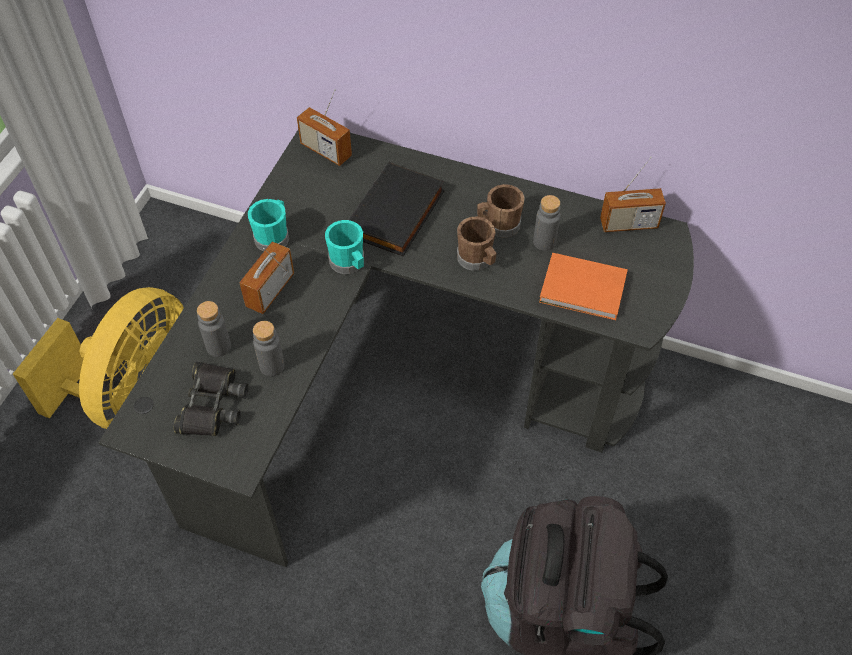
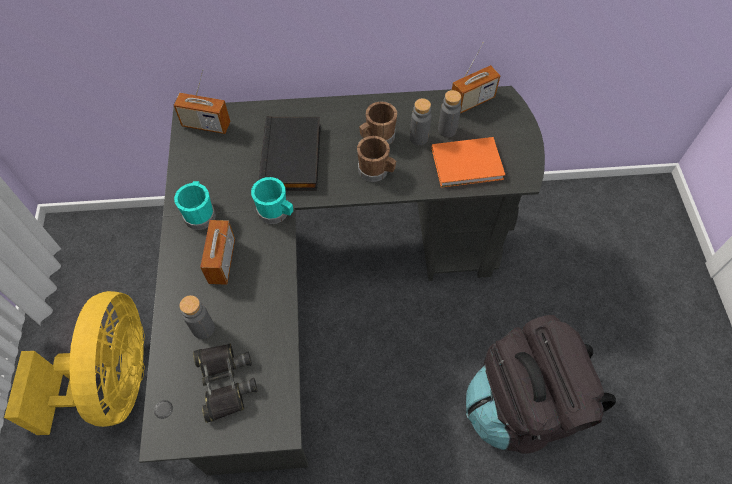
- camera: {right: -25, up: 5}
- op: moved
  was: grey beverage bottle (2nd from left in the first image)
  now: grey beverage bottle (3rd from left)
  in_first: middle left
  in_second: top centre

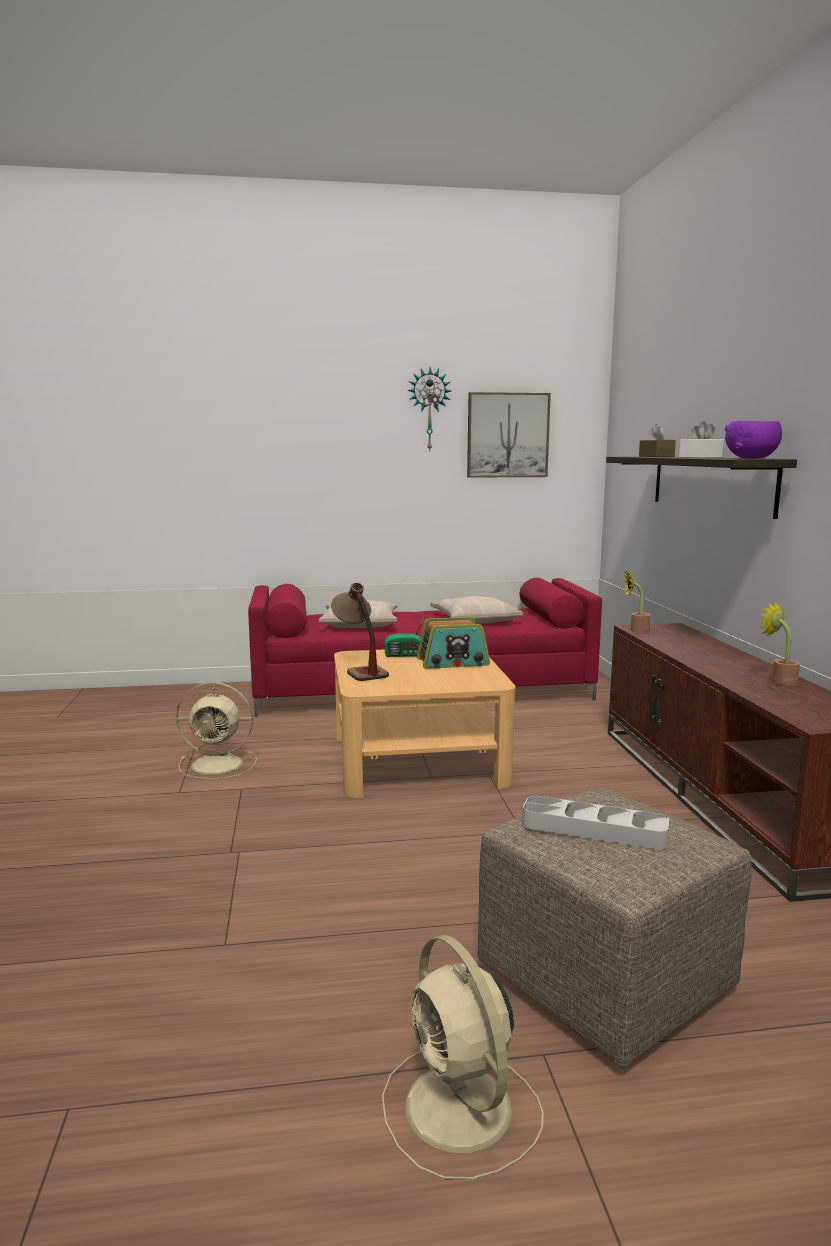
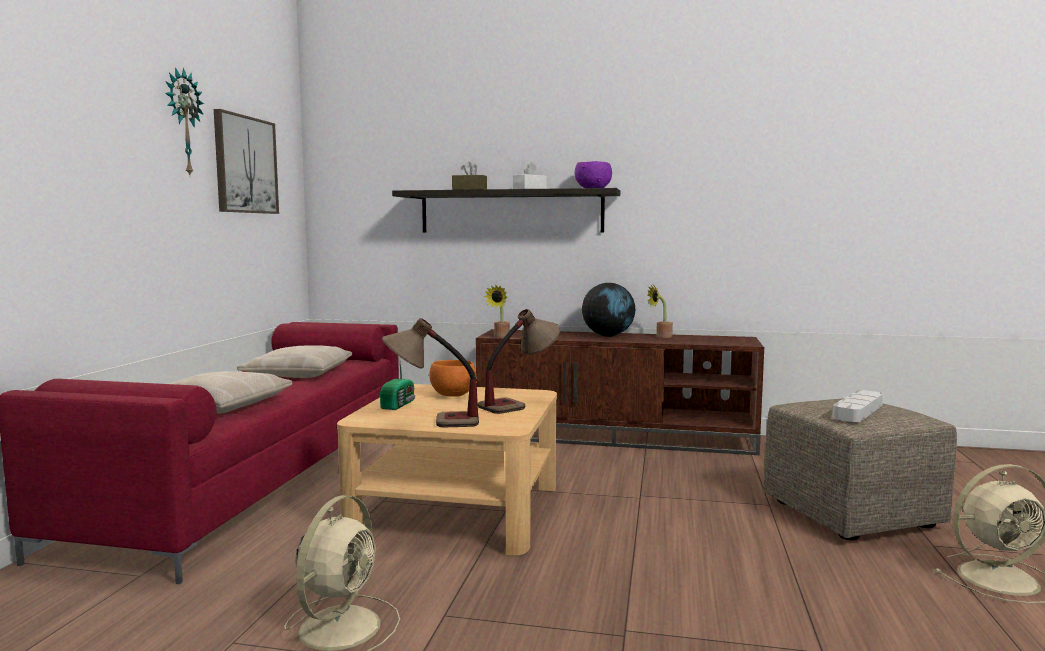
- camera: {right: -70, up: -5}
- op: added
  now: table lamp (2nd from left)
  in_second: centre
- op: added
  now: world globe
  in_second: centre
- op: replaced
  was: radio (2nd from left)
  now: orangey serving bowl
  in_first: centre
  in_second: centre

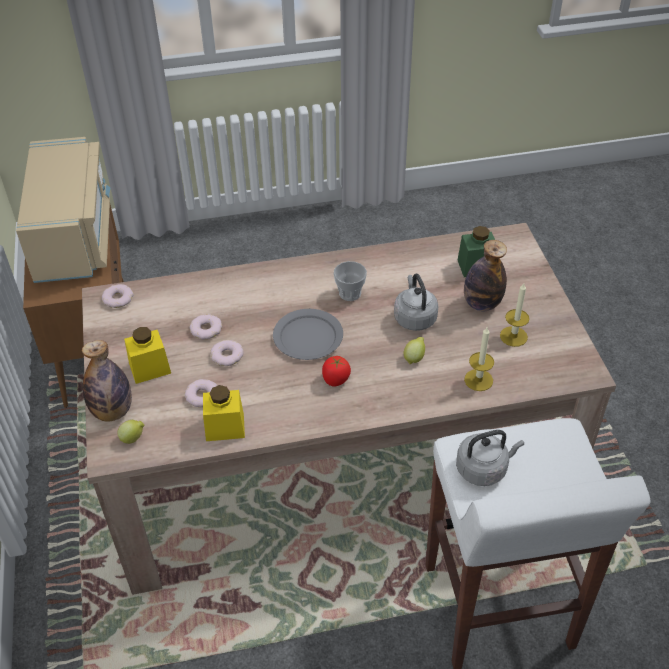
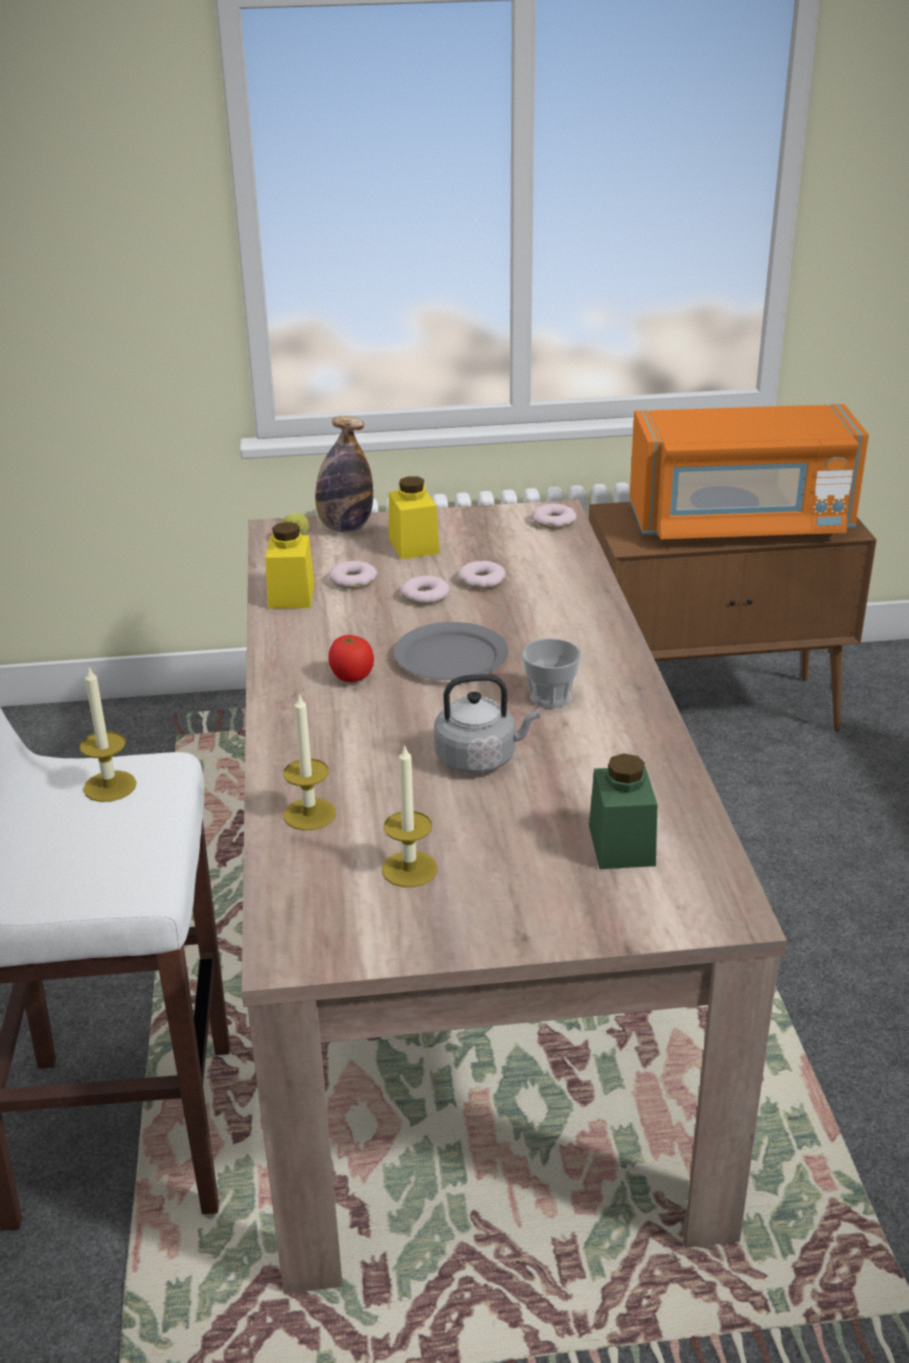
- camera: {right: 95, up: -15}
- op: removed
  was: citrus fruit (2nd from left)
  in_first: centre
- op: removed
  was: beverage bottle (2nd from left)
  in_first: middle right
- op: replaced
  was: grey water kettle (2nd from left)
  now: wax candle (1st from left)
  in_first: bottom right
  in_second: middle left
- op: recoloured
  was: sand-coloured kitchen microwave
  now: orangey kitchen microwave
  in_first: top left
  in_second: middle right

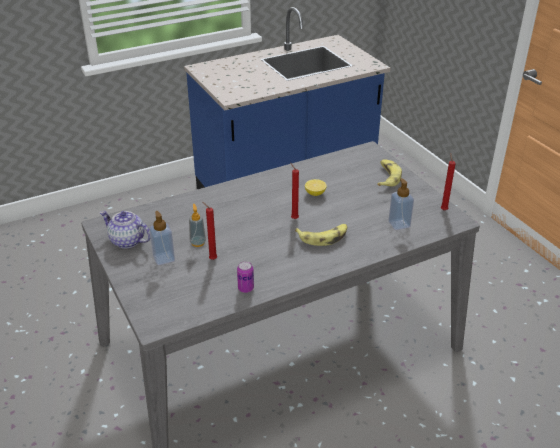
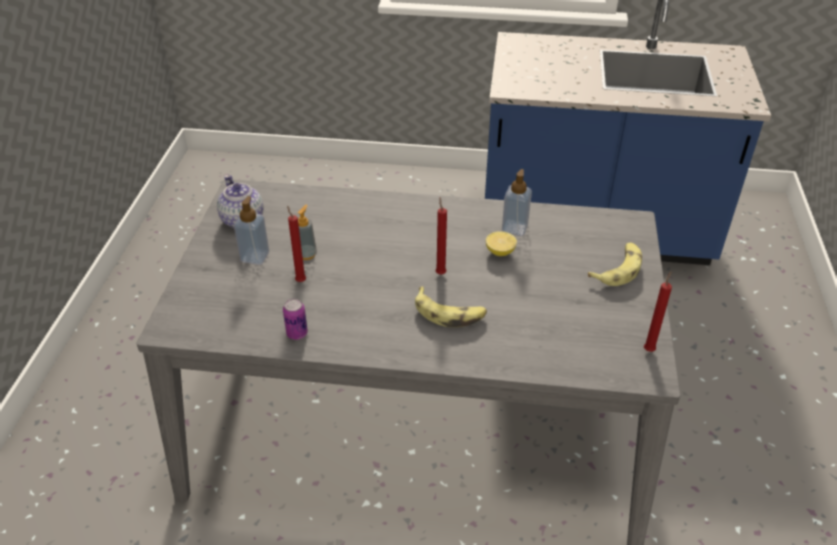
- camera: {right: 35, up: 5}
- op: moved
  was: soap bottle (3rd from left)
  in_first: middle right
  in_second: centre

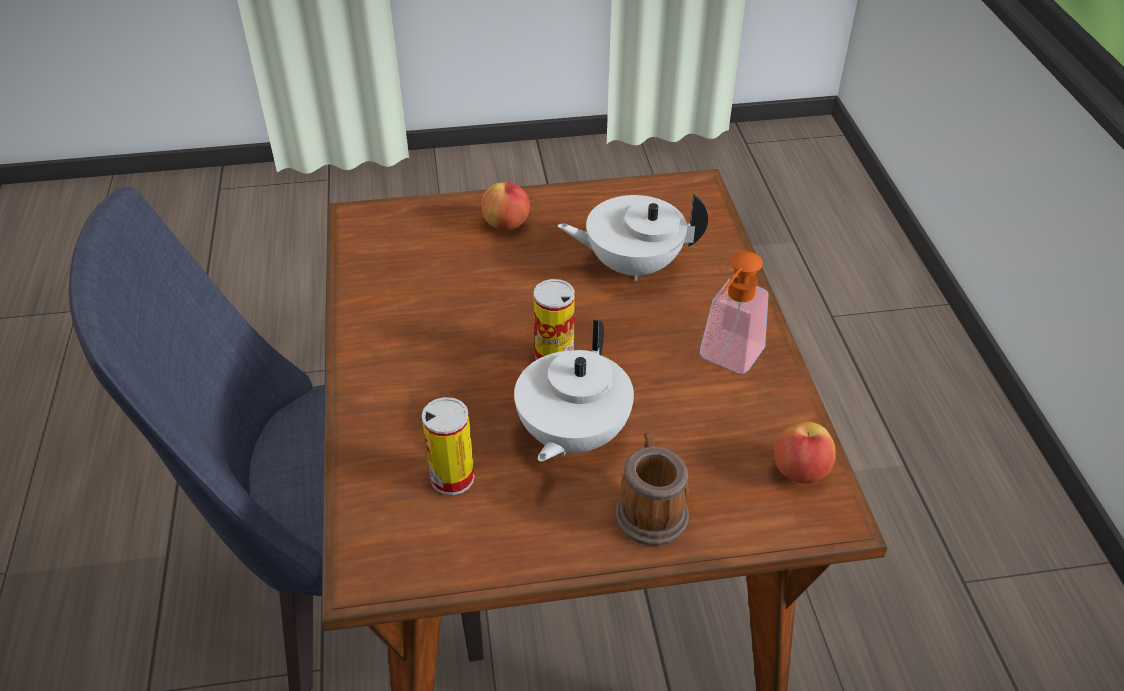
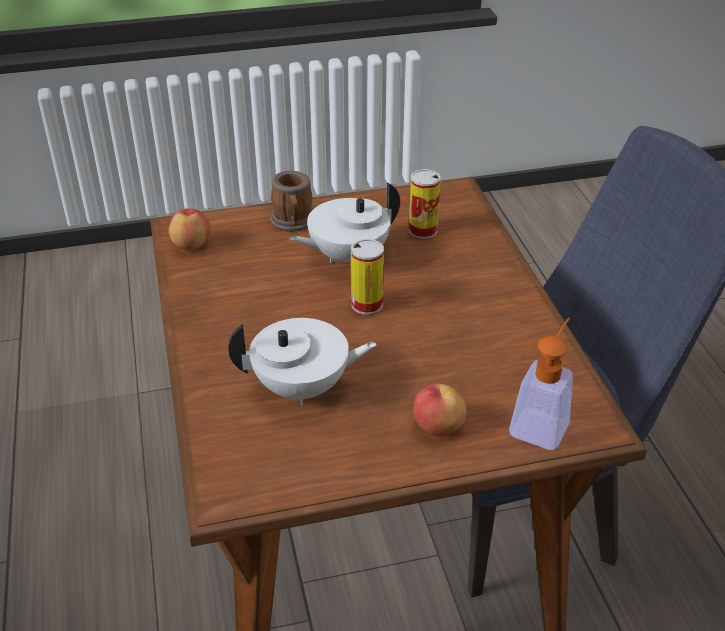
- camera: {right: 175, up: -5}
- op: moved
  was: soap bottle
  in_first: centre
  in_second: middle right
- op: turned
  was: whitish teapot (1st from left in the first image)
  in_first: centre
  in_second: centre
  clockwise: -135

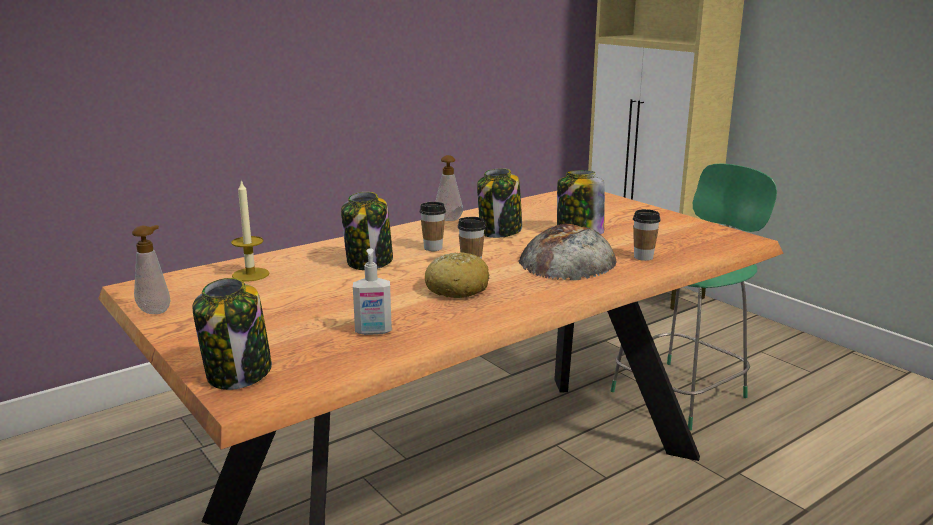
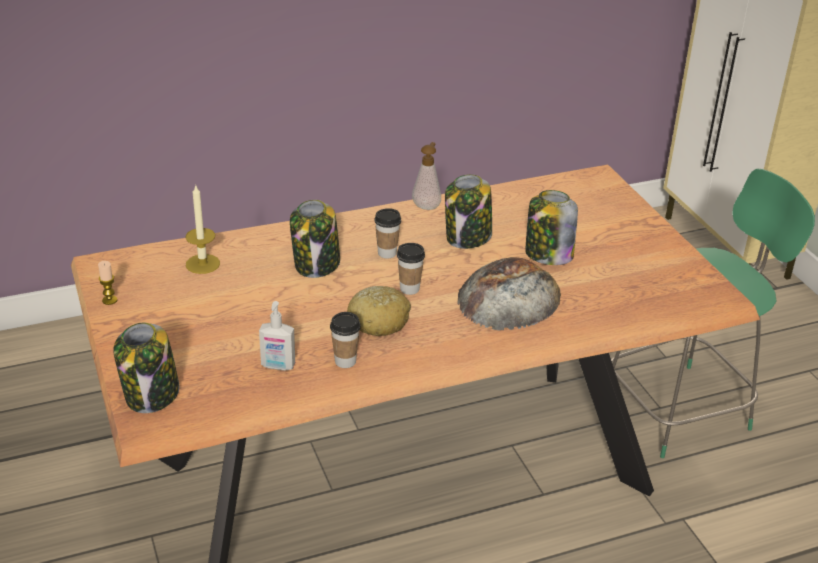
- camera: {right: 15, up: 15}
- op: moved
  was: small cup (3rd from left in the first image)
  now: small cup (1st from left)
  in_first: middle right
  in_second: centre
- op: replaced
  was: soap bottle (1st from left)
  now: wax candle (1st from left)
  in_first: middle left
  in_second: middle left

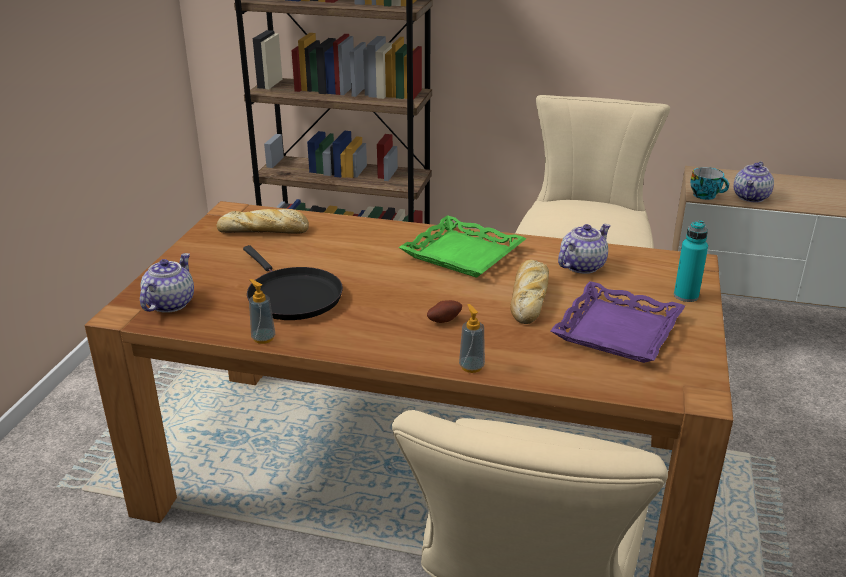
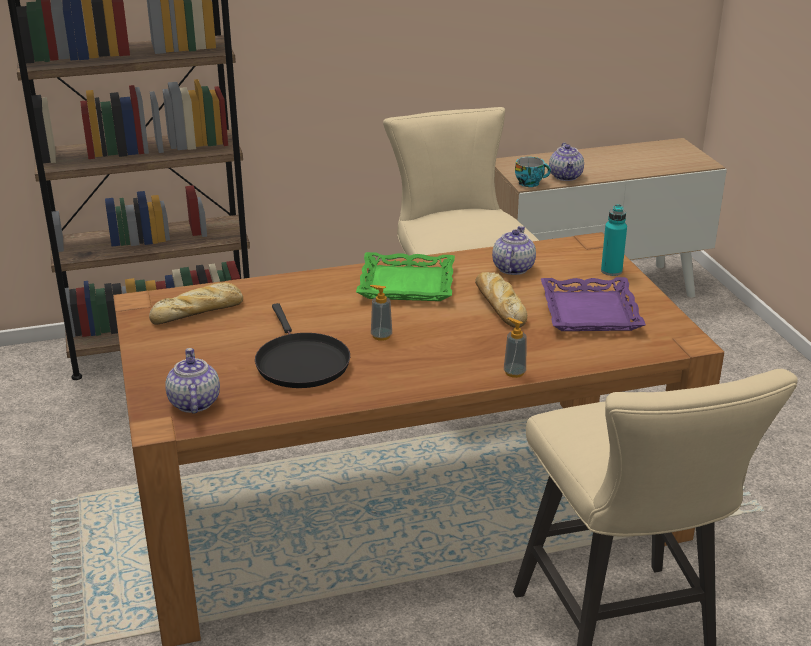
- camera: {right: -30, up: 0}
- op: removed
  was: potato
  in_first: centre
- op: moved
  was: soap bottle (1st from left)
  in_first: middle left
  in_second: centre
- op: turned
  was: blackish frying pan
  in_first: centre
  in_second: centre
  clockwise: 45

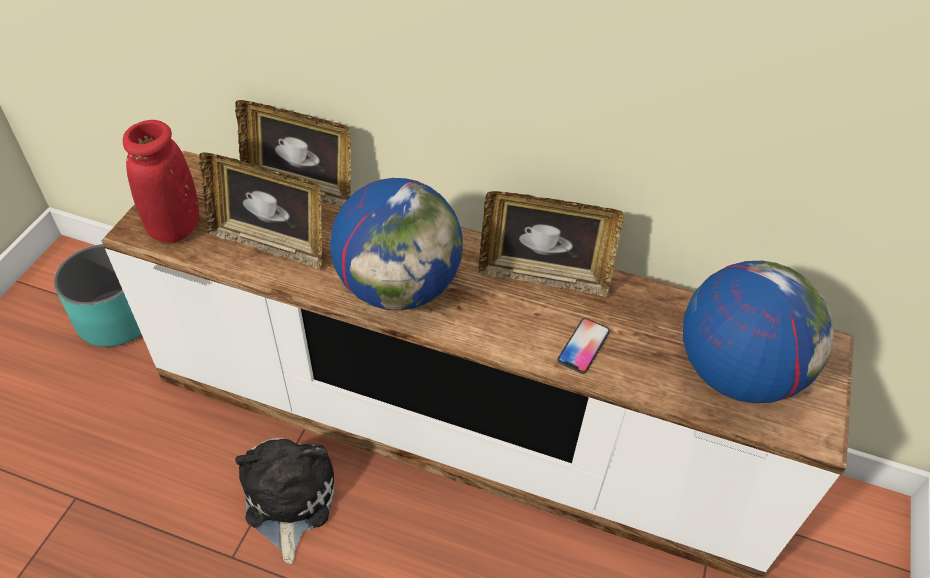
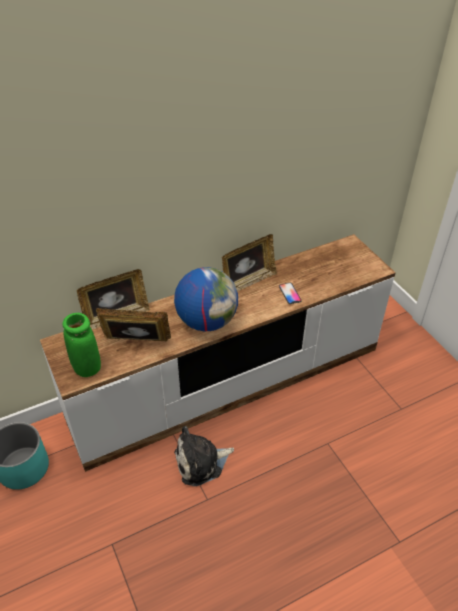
- camera: {right: -45, up: -5}
- op: removed
  was: world globe (2nd from left)
  in_first: middle right
- op: recoloured
  was: red decorative vase
  now: green decorative vase
  in_first: top left
  in_second: middle left
- op: turned
  was: picture frame (1st from left in the first image)
  in_first: middle left
  in_second: middle left
  clockwise: -150
- op: turned
  was: cuddly toy
  in_first: bottom left
  in_second: bottom centre
  clockwise: -60

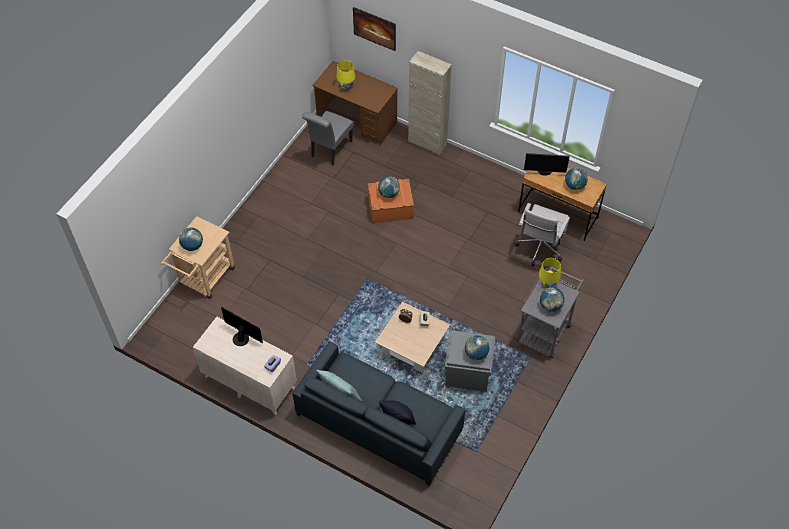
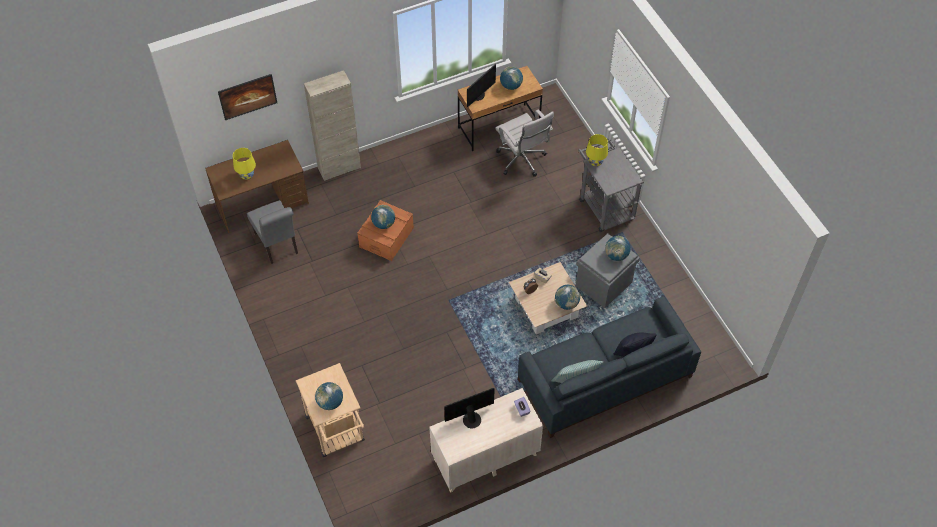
- camera: {right: -55, up: 0}
- op: moved
  was: world globe (4th from left)
  in_first: middle right
  in_second: centre

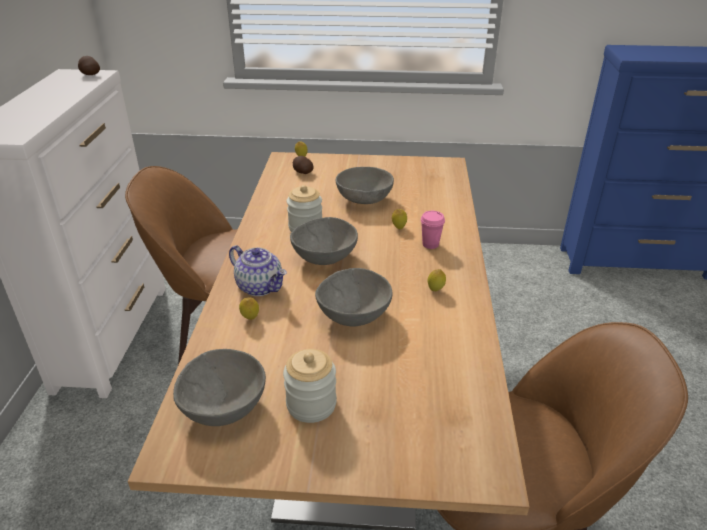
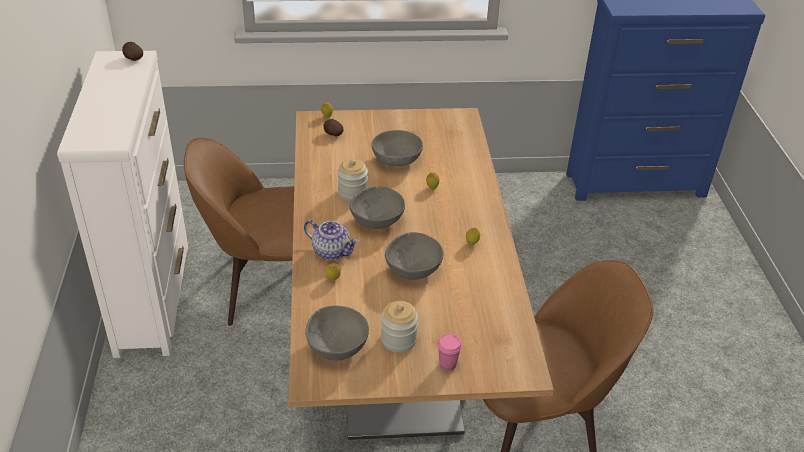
- camera: {right: -10, up: 5}
- op: moved
  was: pinkish small cup
  in_first: centre
  in_second: bottom centre

